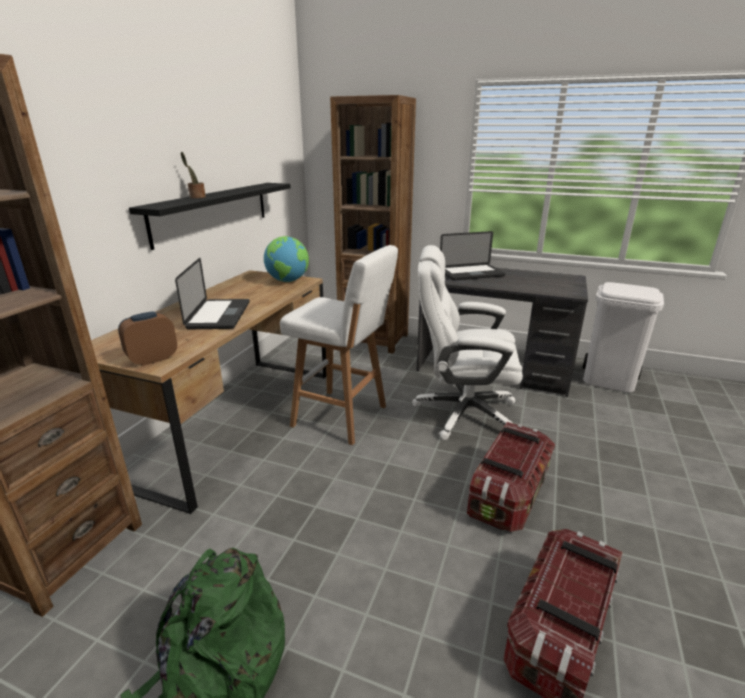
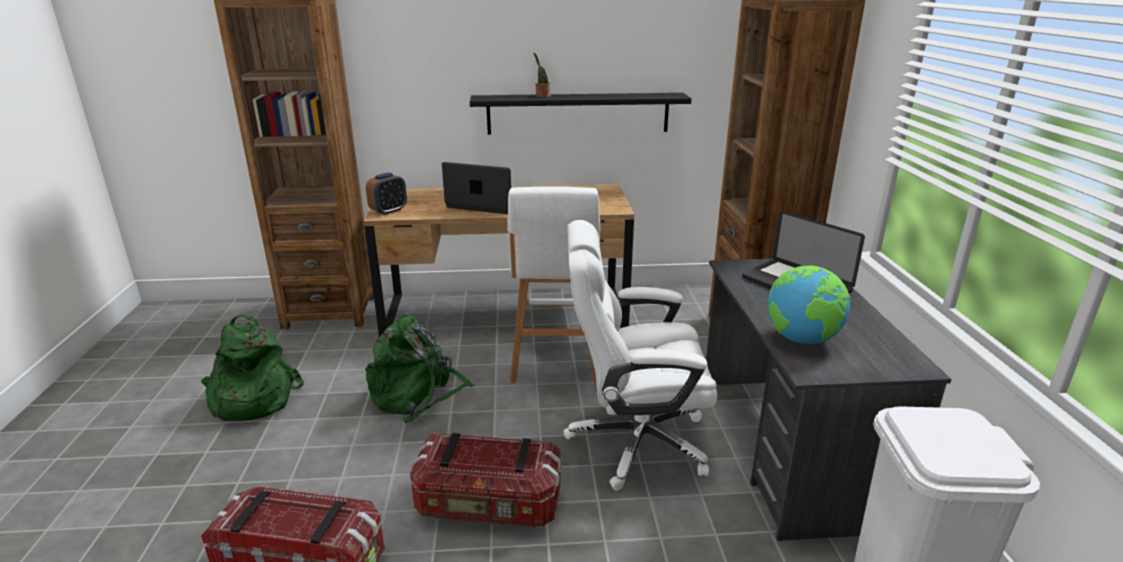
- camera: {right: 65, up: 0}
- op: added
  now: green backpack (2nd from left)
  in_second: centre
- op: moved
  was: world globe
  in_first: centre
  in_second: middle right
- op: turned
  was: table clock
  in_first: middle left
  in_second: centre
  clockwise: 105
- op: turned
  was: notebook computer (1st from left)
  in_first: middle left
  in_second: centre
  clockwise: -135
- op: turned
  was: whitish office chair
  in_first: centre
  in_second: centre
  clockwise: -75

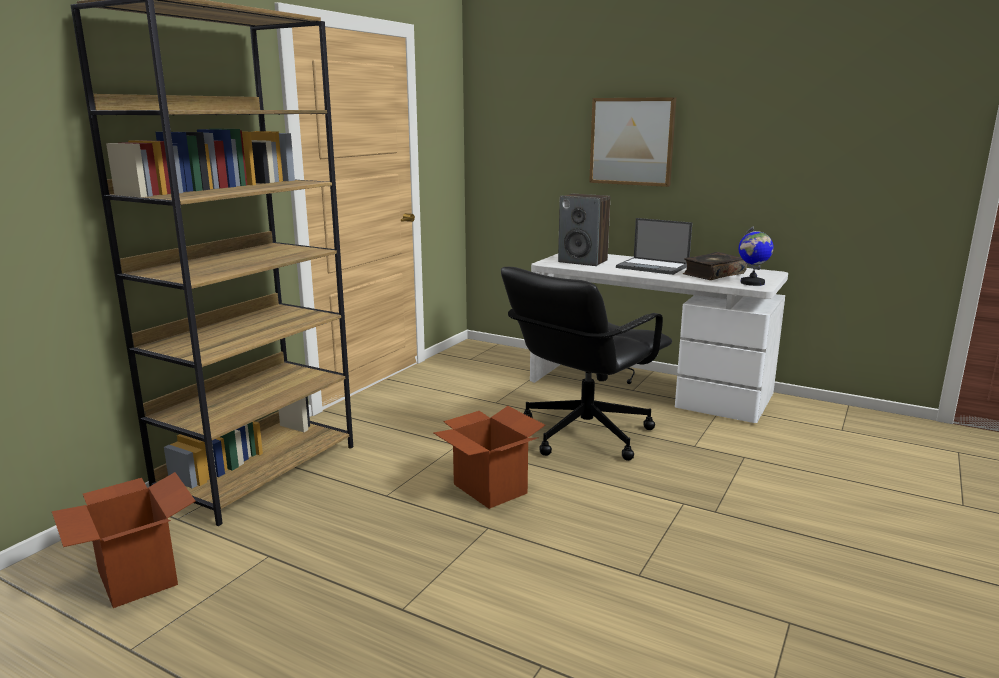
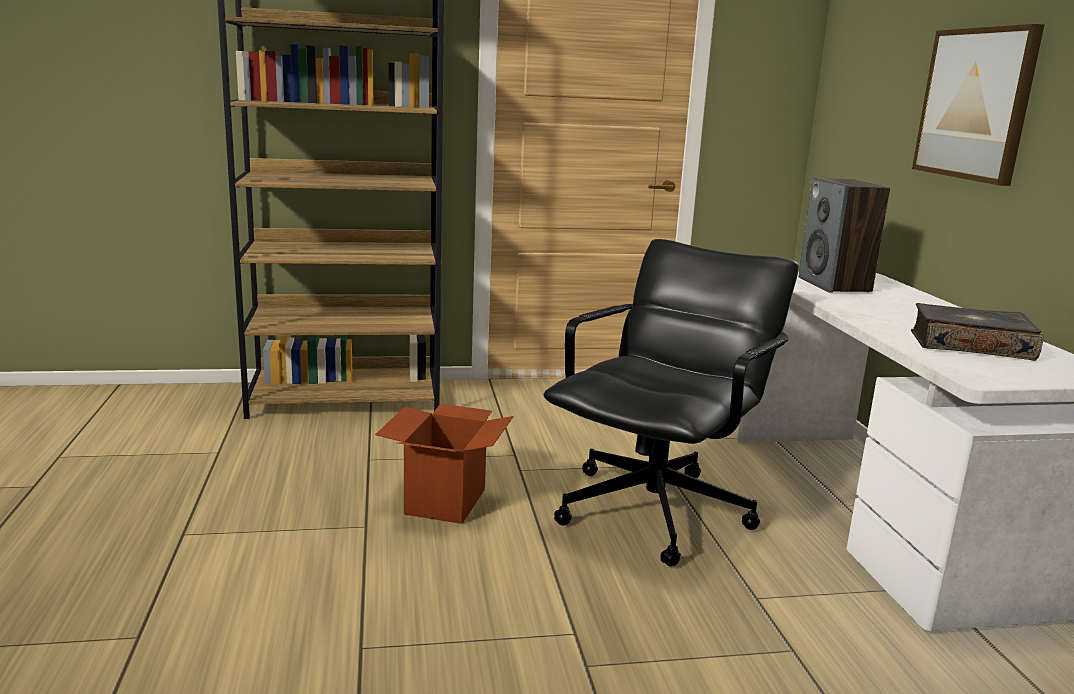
- camera: {right: 50, up: 0}
- op: removed
  was: carton (1st from left)
  in_first: bottom left
- op: removed
  was: notebook computer
  in_first: centre
- op: removed
  was: world globe
  in_first: middle right
- op: turned
  was: blackish office chair
  in_first: centre
  in_second: centre
  clockwise: 120

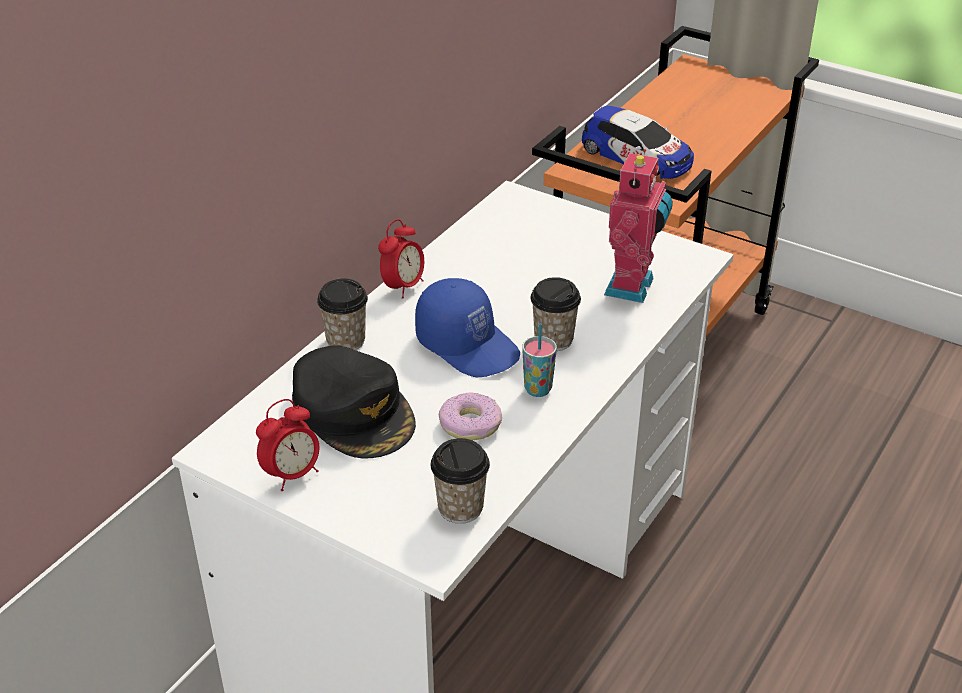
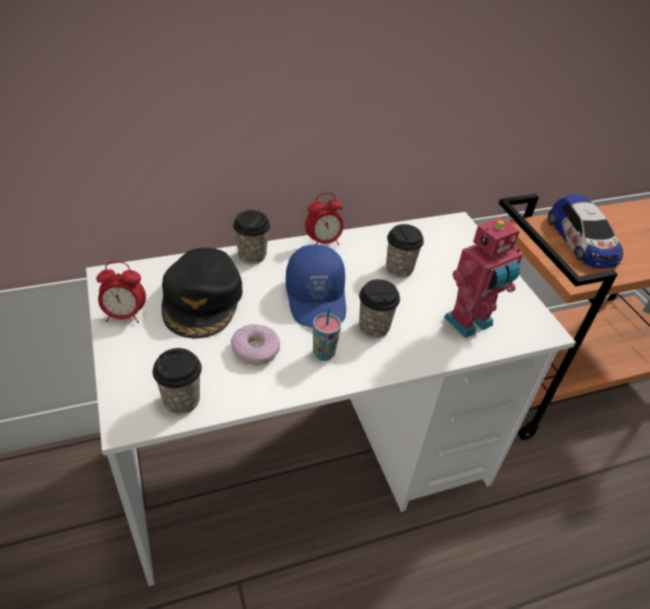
- camera: {right: 35, up: 5}
- op: added
  now: small cup (5th from left)
  in_second: centre

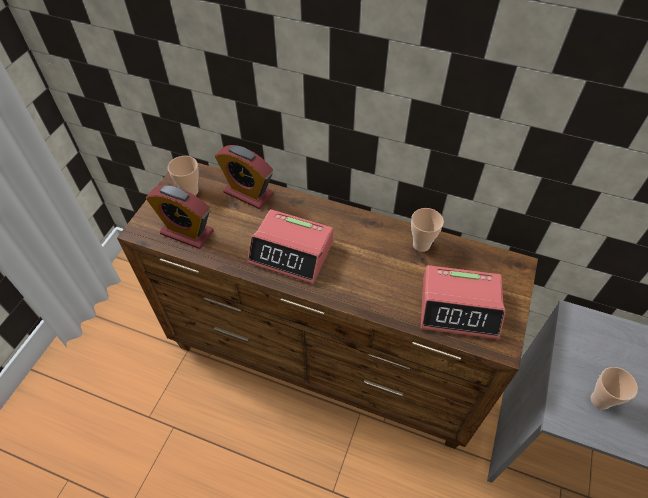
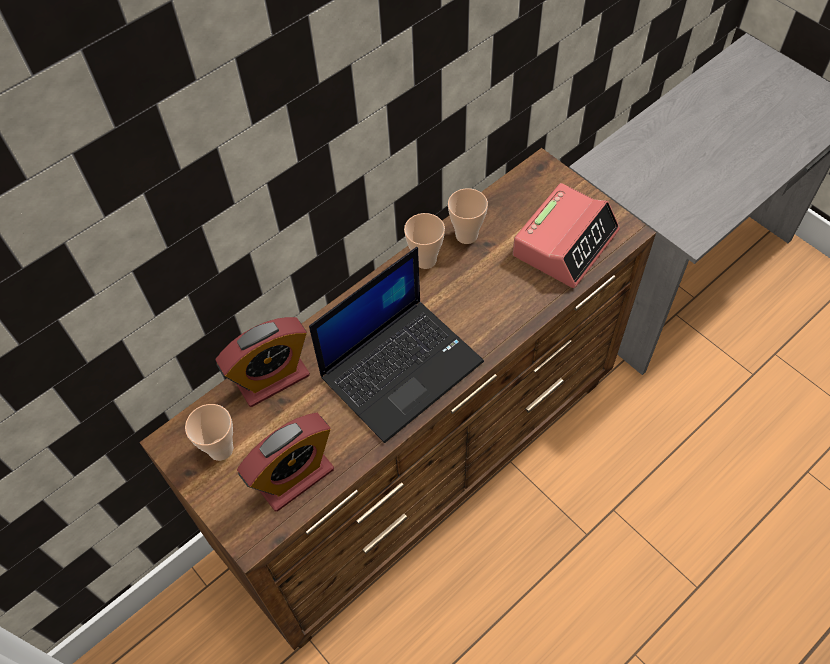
- camera: {right: -60, up: 5}
- op: moved
  was: small cup (3rd from left in the first image)
  now: small cup (2nd from left)
  in_first: bottom right
  in_second: centre
- op: replaced
  was: table clock (3rd from left)
  now: notebook computer
  in_first: centre
  in_second: centre

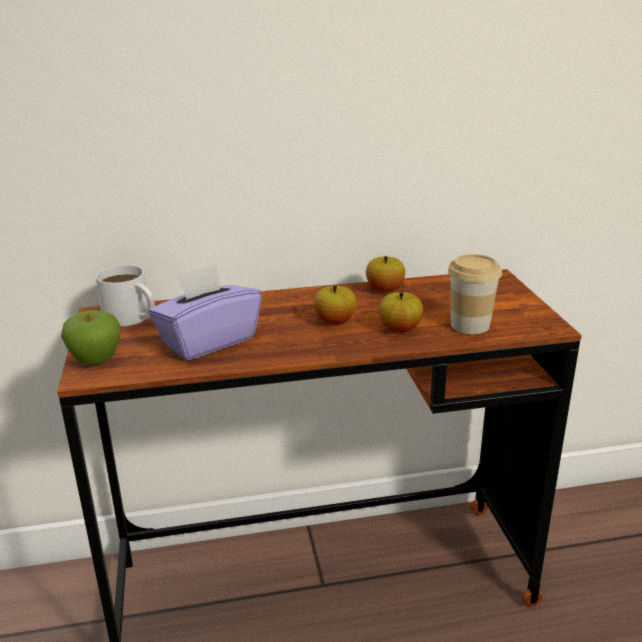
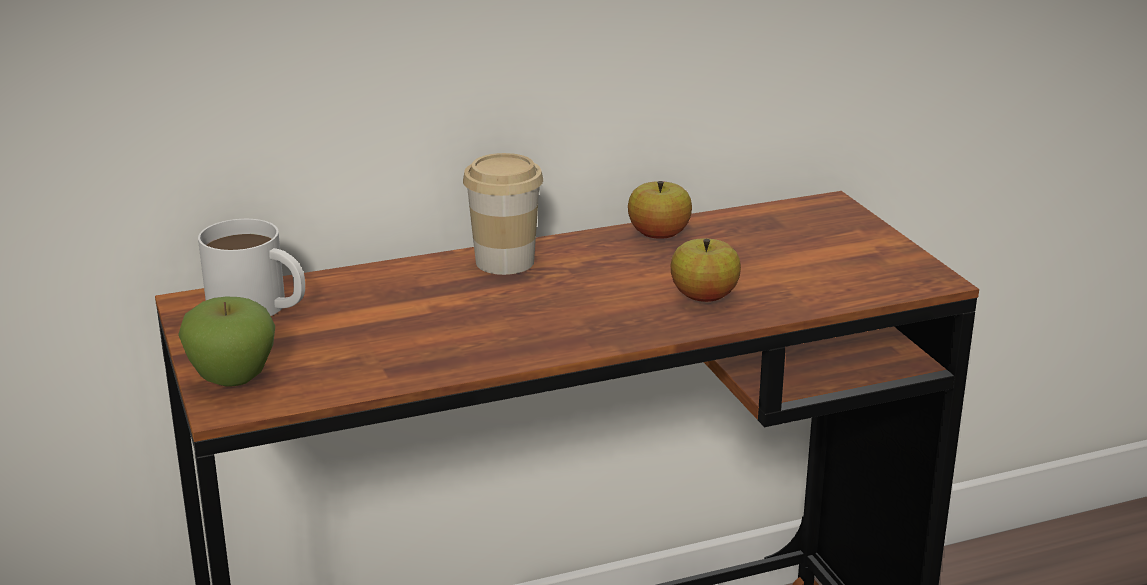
- camera: {right: -10, up: 0}
- op: removed
  was: purple tissue holder
  in_first: middle left
- op: removed
  was: whole apple (2nd from left)
  in_first: centre
- op: moved
  was: small cup
  in_first: middle right
  in_second: centre

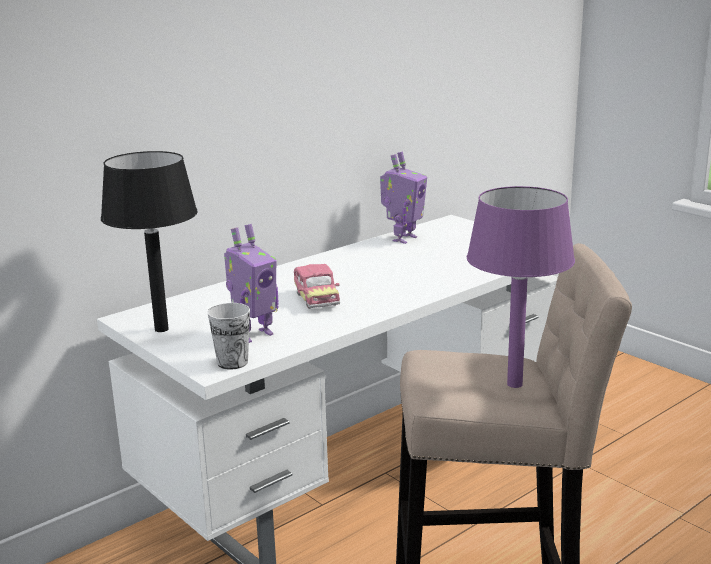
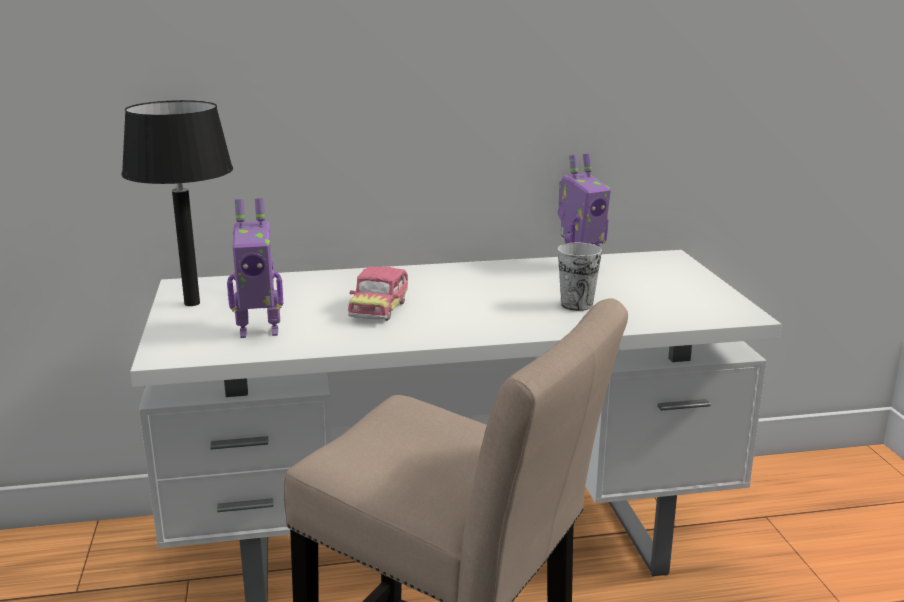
- camera: {right: 30, up: 0}
- op: removed
  was: purple table lamp
  in_first: middle right
- op: moved
  was: small cup
  in_first: middle left
  in_second: centre

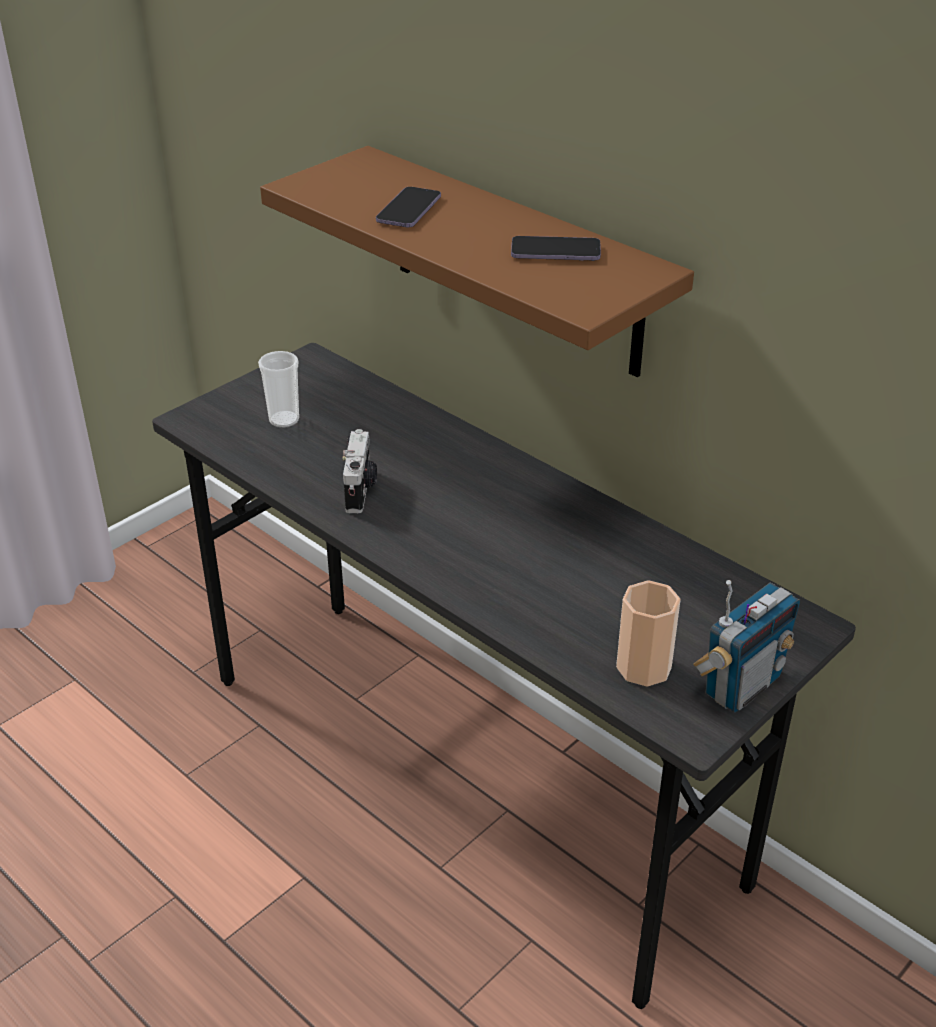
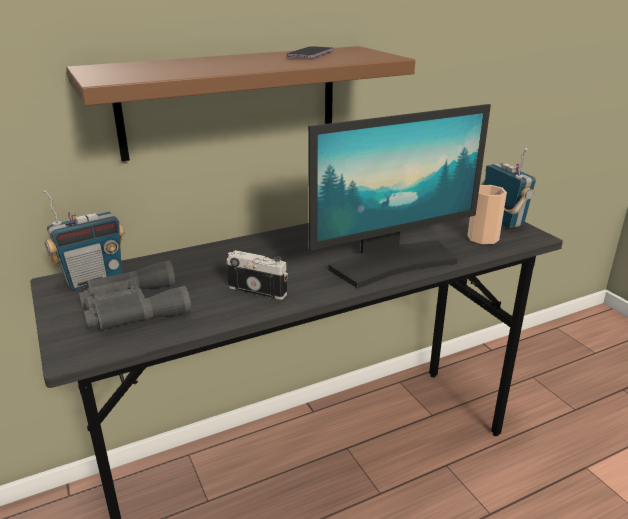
- camera: {right: -70, up: -10}
- op: removed
  was: telephone (1st from left)
  in_first: top centre
- op: added
  now: radio (1st from left)
  in_second: middle left
- op: added
  now: computer screen
  in_second: centre
- op: replaced
  was: small cup (1st from left)
  now: grey pair of binoculars
  in_first: middle left
  in_second: middle left

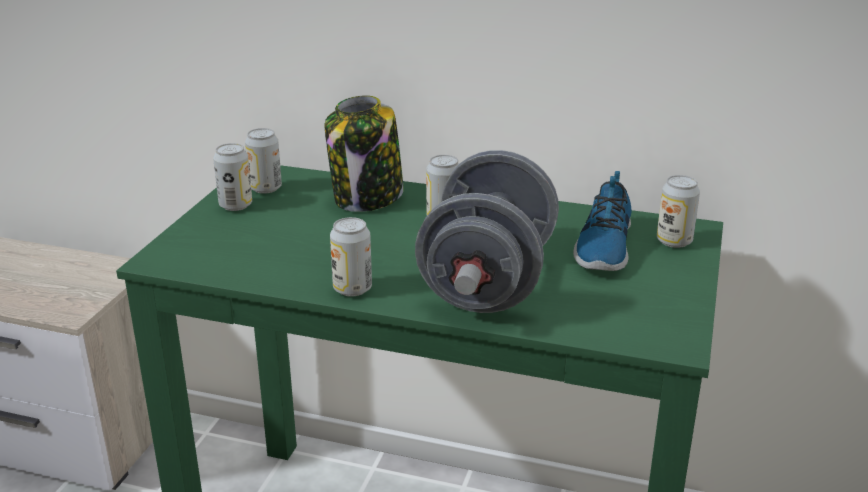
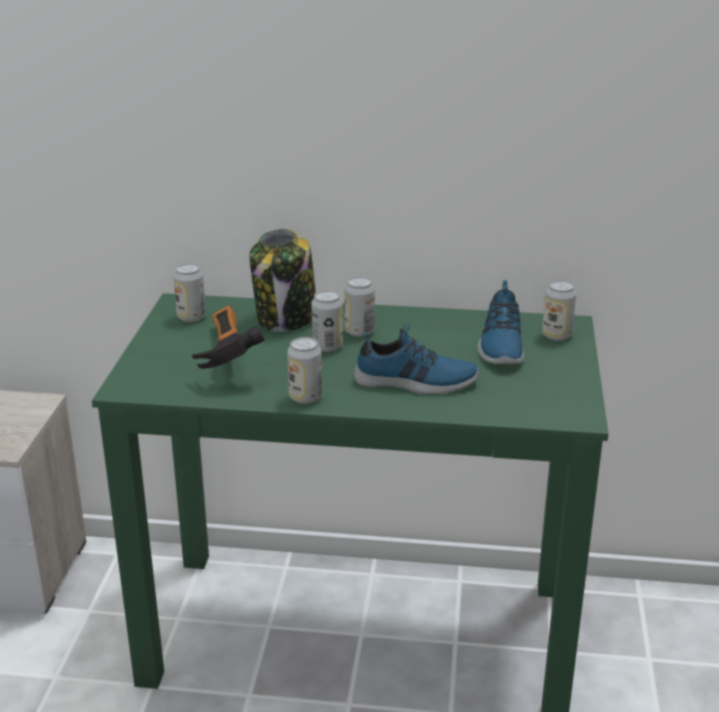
- camera: {right: -10, up: 0}
- op: added
  now: hand hammer
  in_second: middle left
- op: moved
  was: sealed can (1st from left in the first image)
  now: sealed can (3rd from left)
  in_first: middle left
  in_second: centre
- op: replaced
  was: grey hand weight
  now: item of footwear (1st from left)
  in_first: centre
  in_second: centre

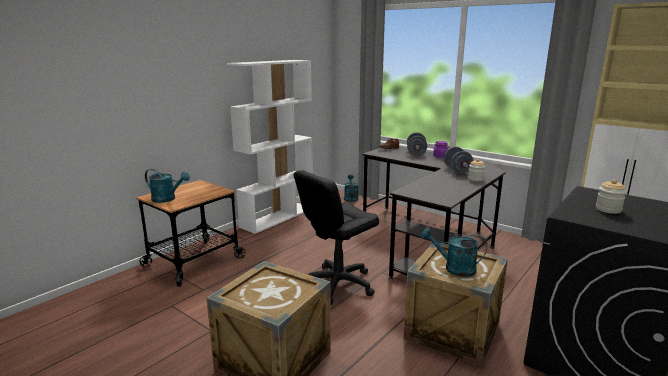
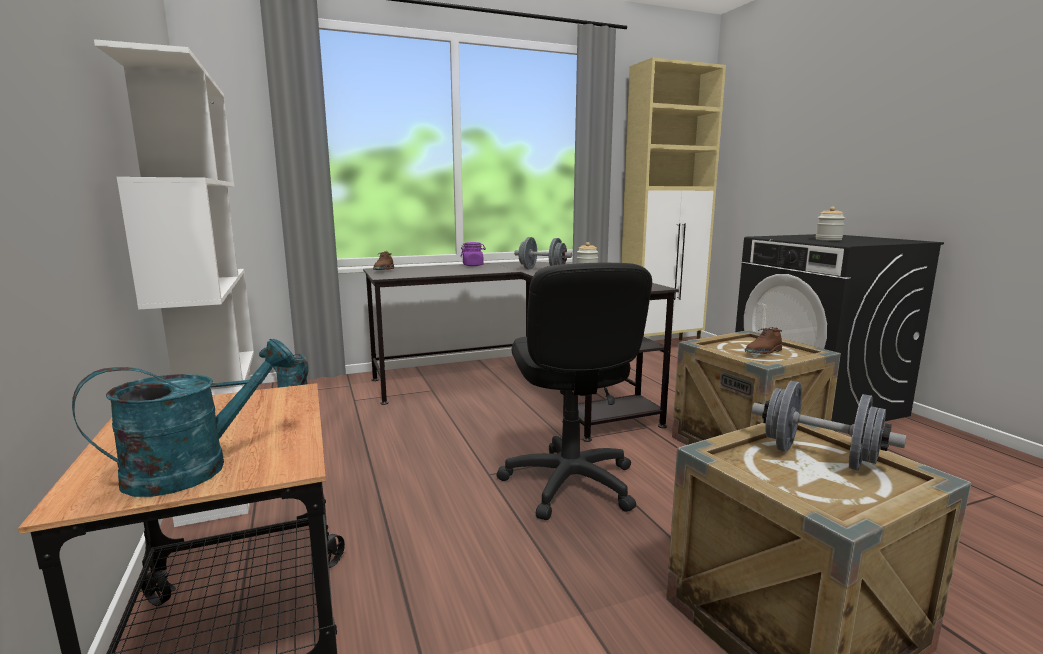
- camera: {right: -60, up: -5}
- op: moved
  was: grey hand weight (1st from left in the first image)
  now: grey hand weight (2nd from left)
  in_first: centre
  in_second: middle right
- op: replaced
  was: turquoise watering pot (3rd from left)
  now: brown-coloured item of footwear (2nd from left)
  in_first: bottom right
  in_second: middle right

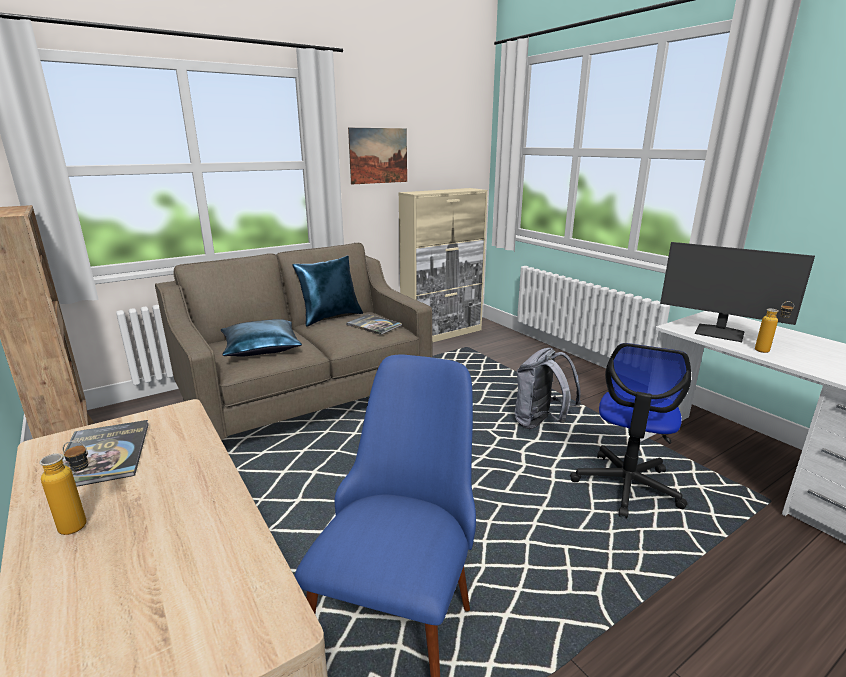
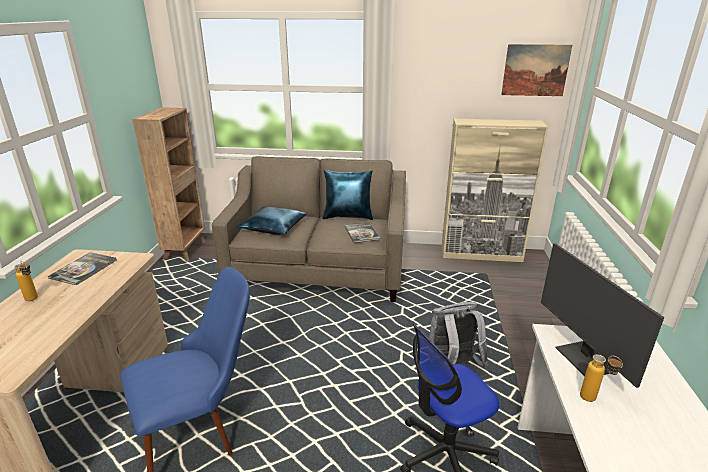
- camera: {right: 40, up: 5}
- op: moved
  was: picture
  in_first: top centre
  in_second: top right

